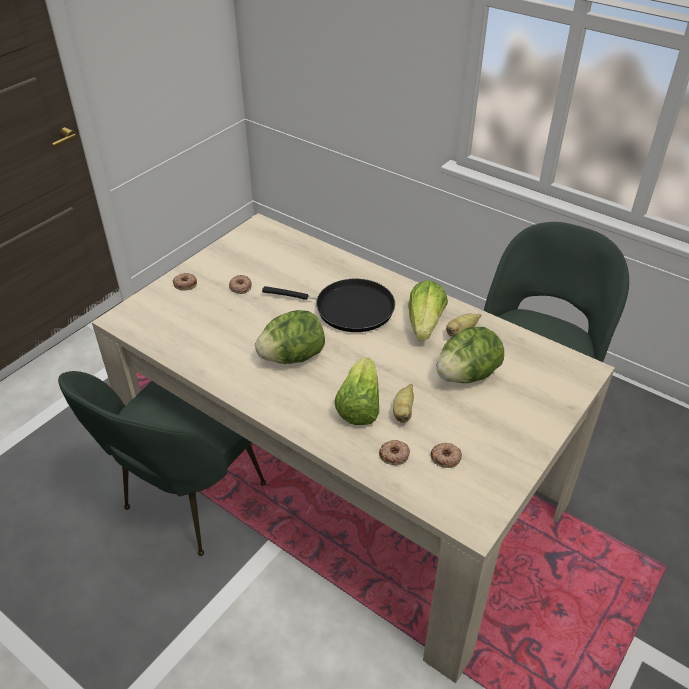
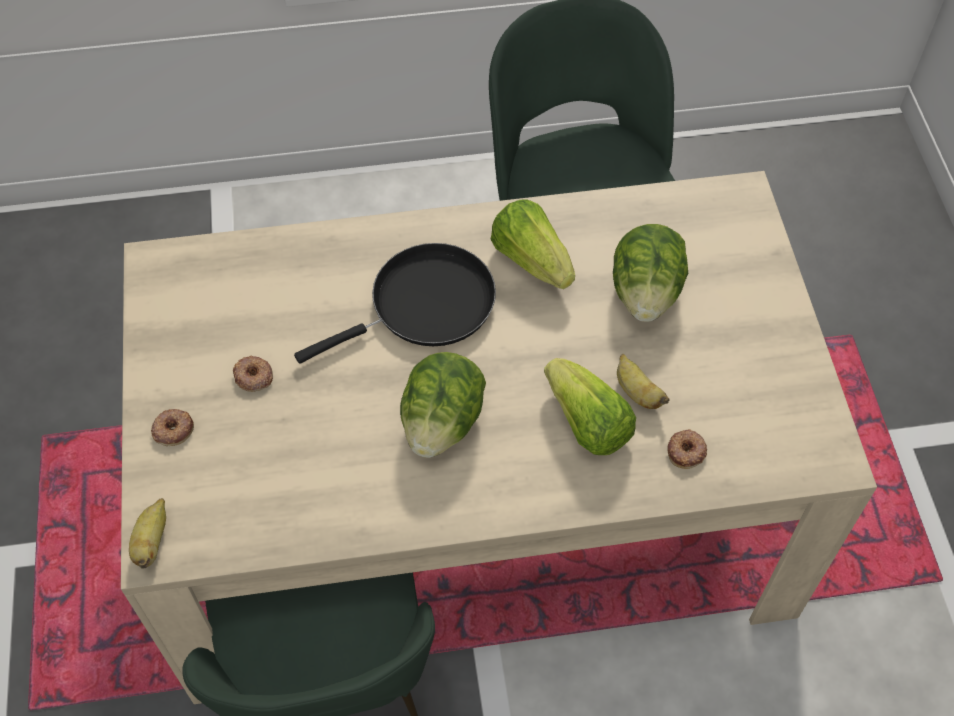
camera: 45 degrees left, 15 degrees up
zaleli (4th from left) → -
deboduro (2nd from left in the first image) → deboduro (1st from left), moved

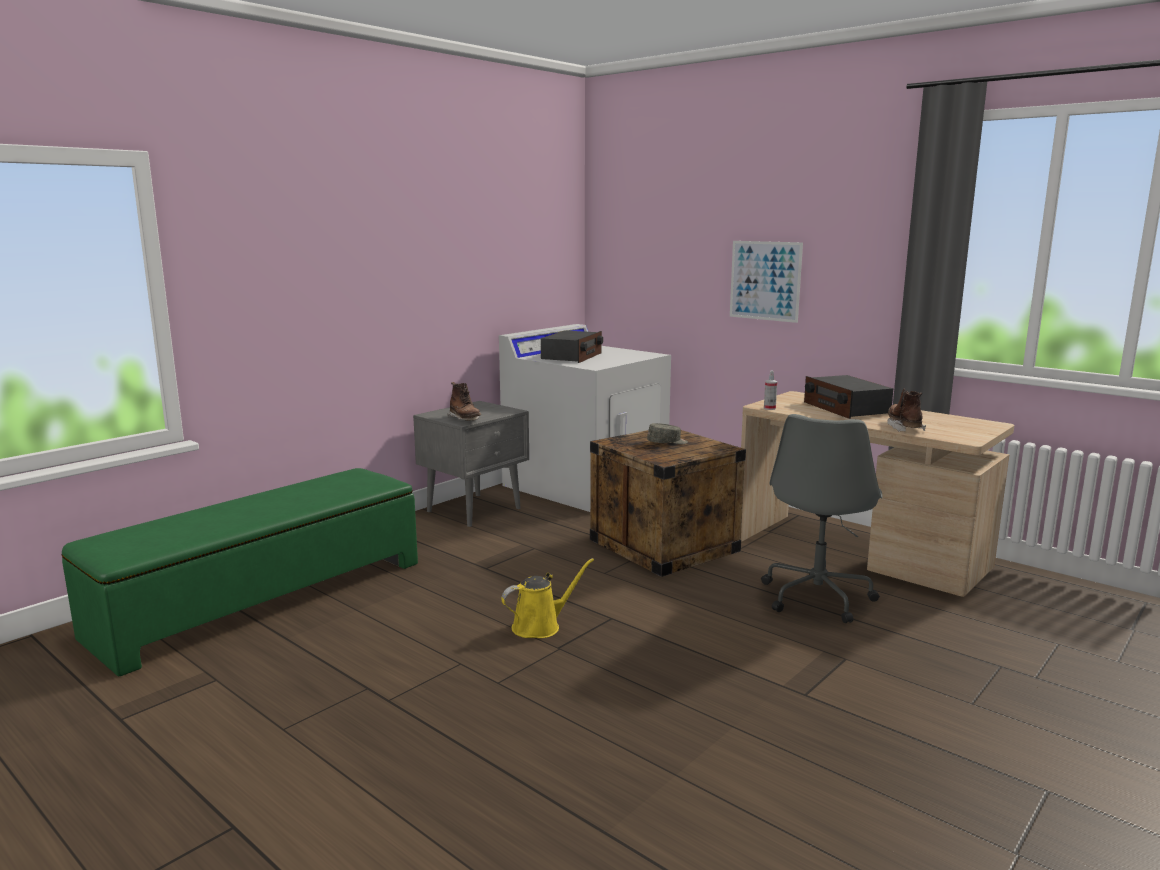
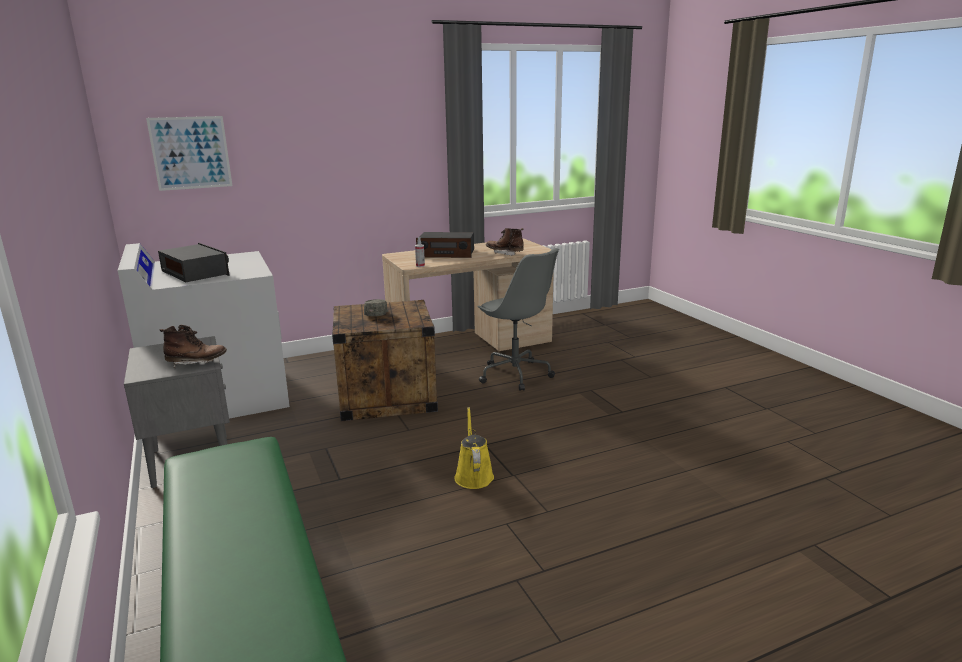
camera: 65 degrees left, 5 degrees up
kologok, moved

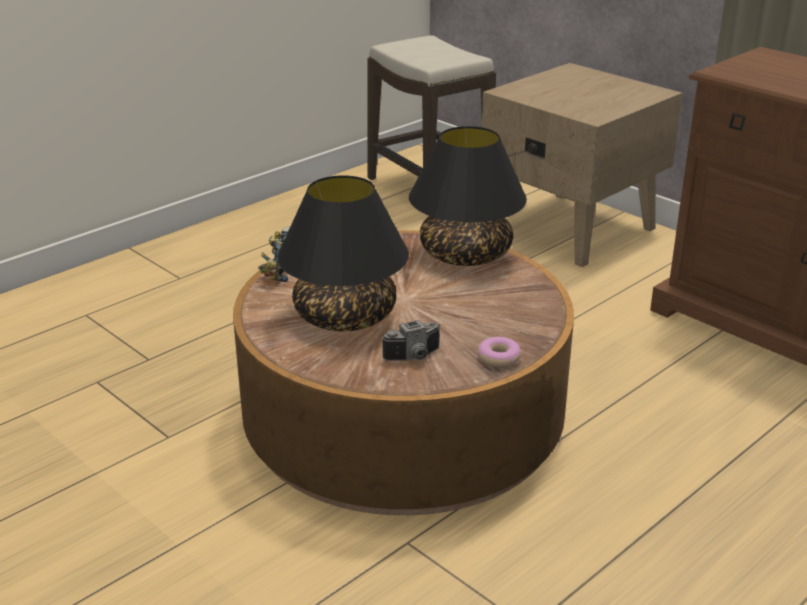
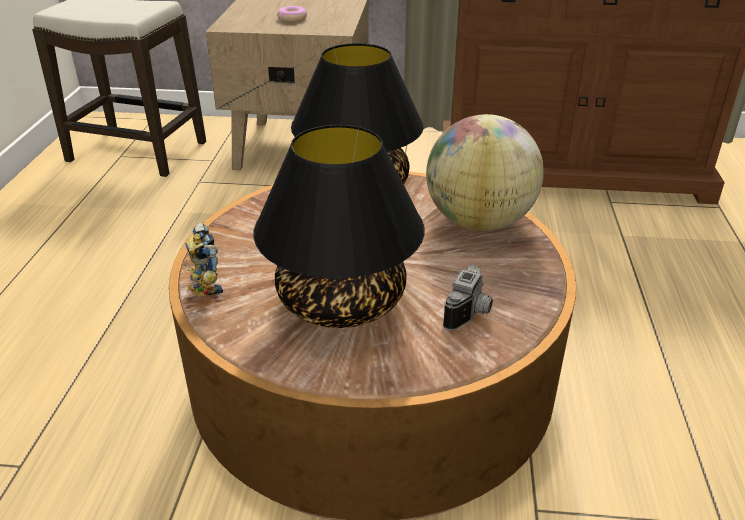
camera: 40 degrees left, 5 degrees up
- → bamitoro
zaleli, moved

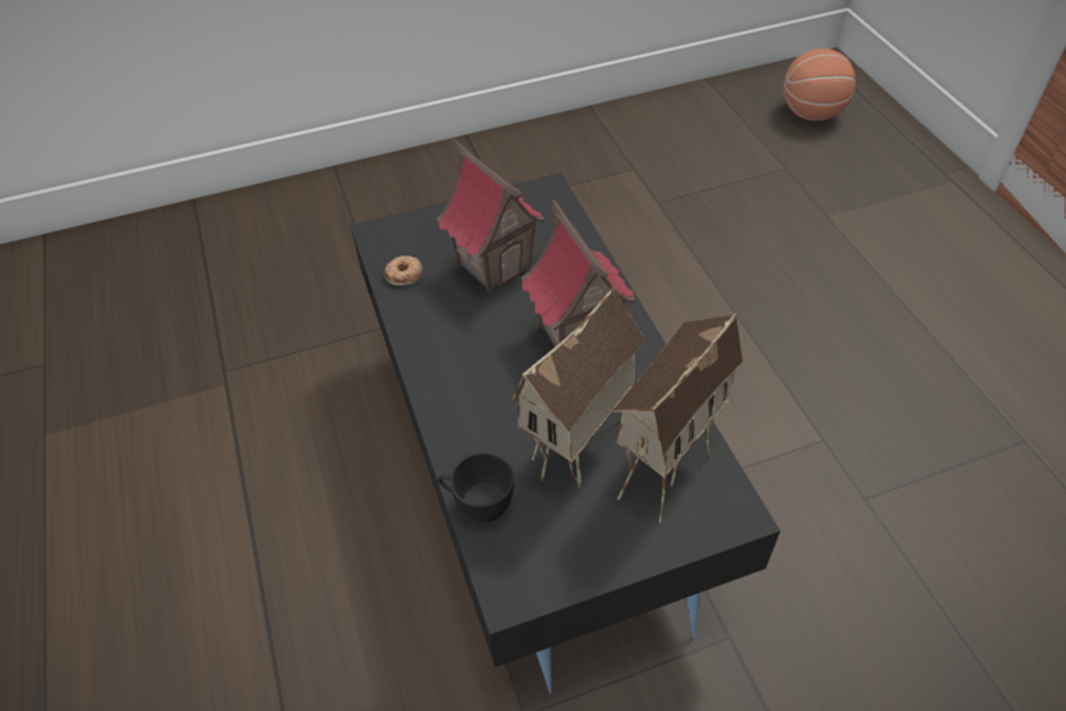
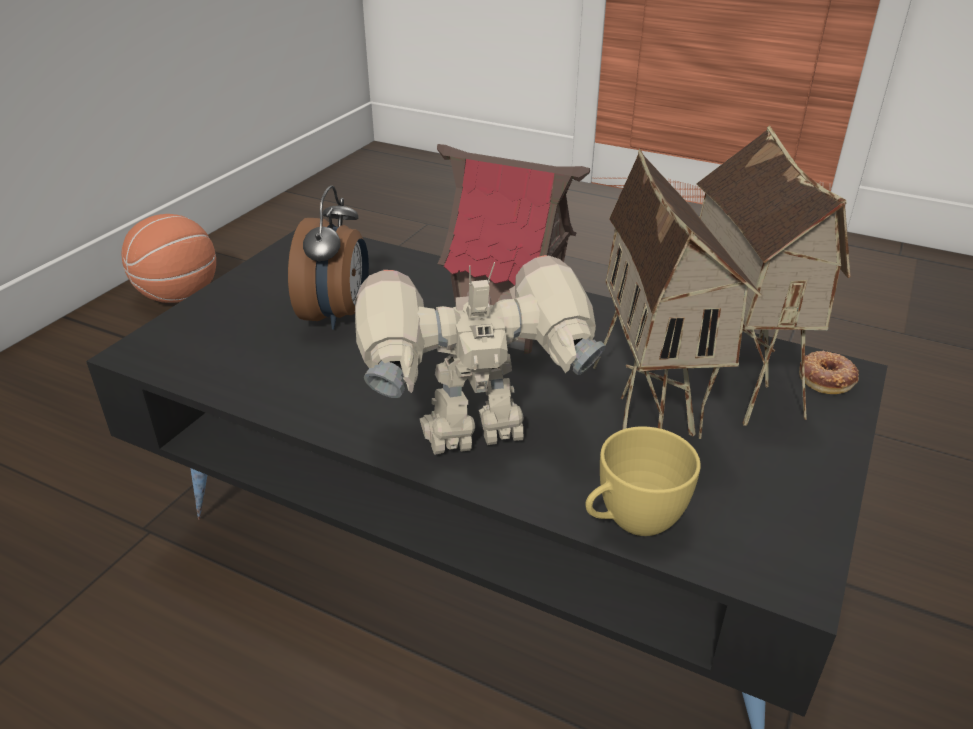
camera: 45 degrees left, 15 degrees down
- → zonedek
zaleli, moved
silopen, moved
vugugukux (1st from left) → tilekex
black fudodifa → yellow fudodifa

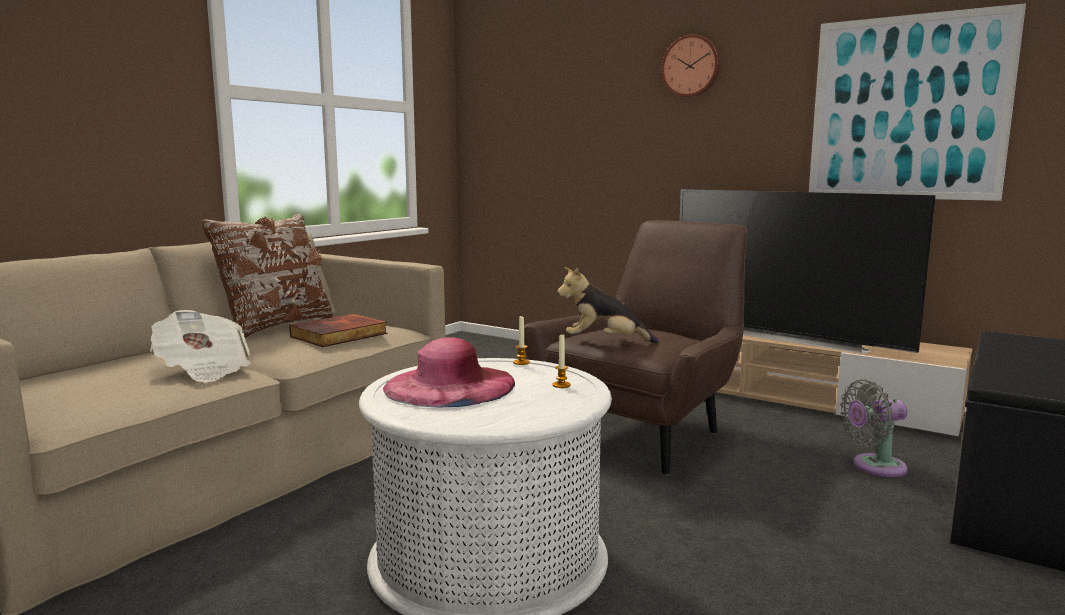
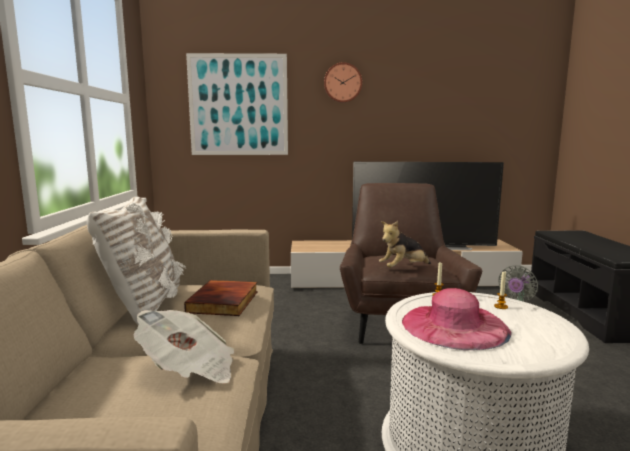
camera: 35 degrees left, 0 degrees up
kologok, moved
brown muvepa → white muvepa

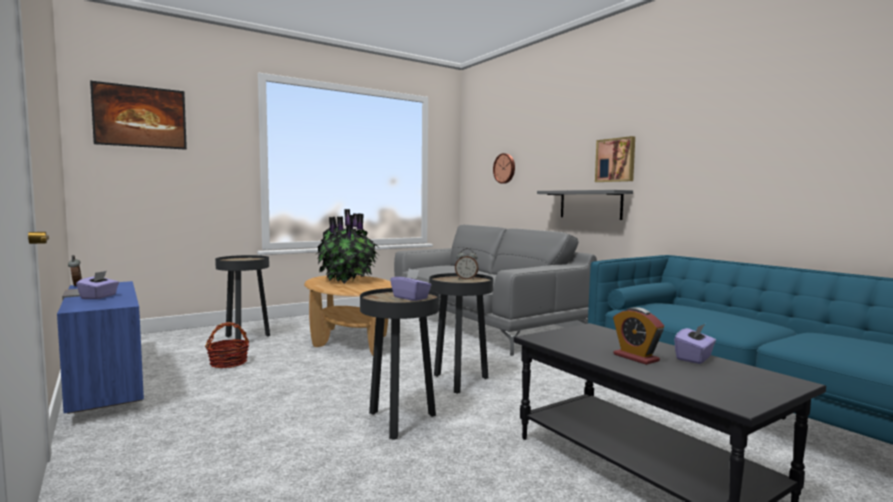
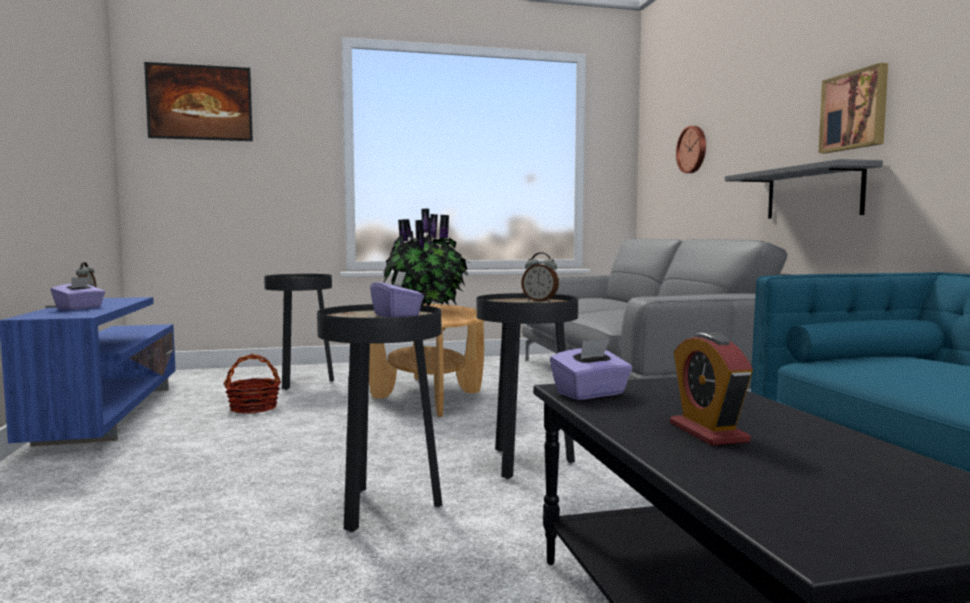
camera: 20 degrees right, 0 degrees up
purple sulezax (3rd from left), moved

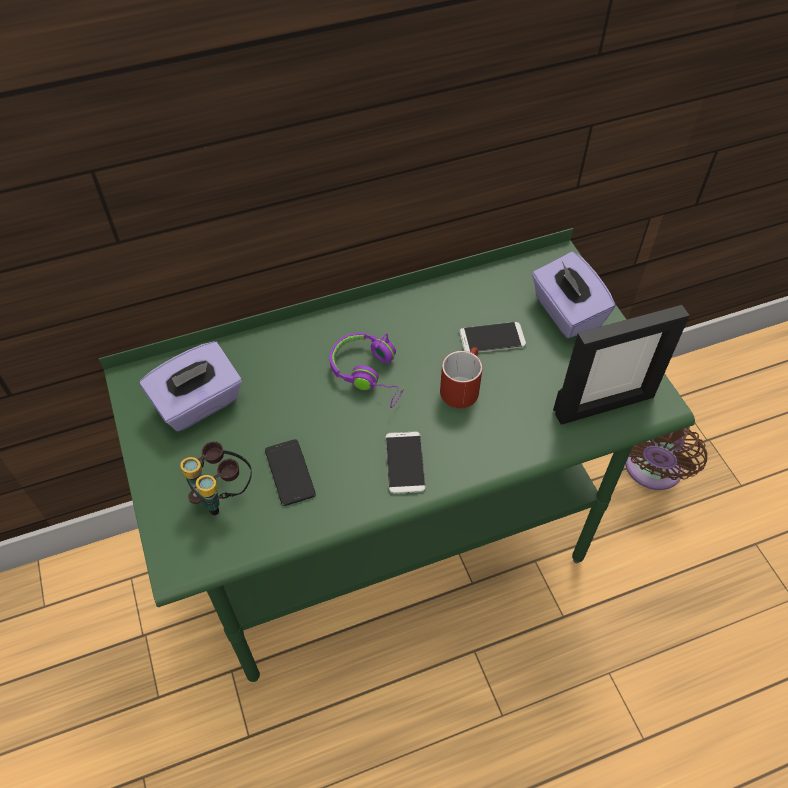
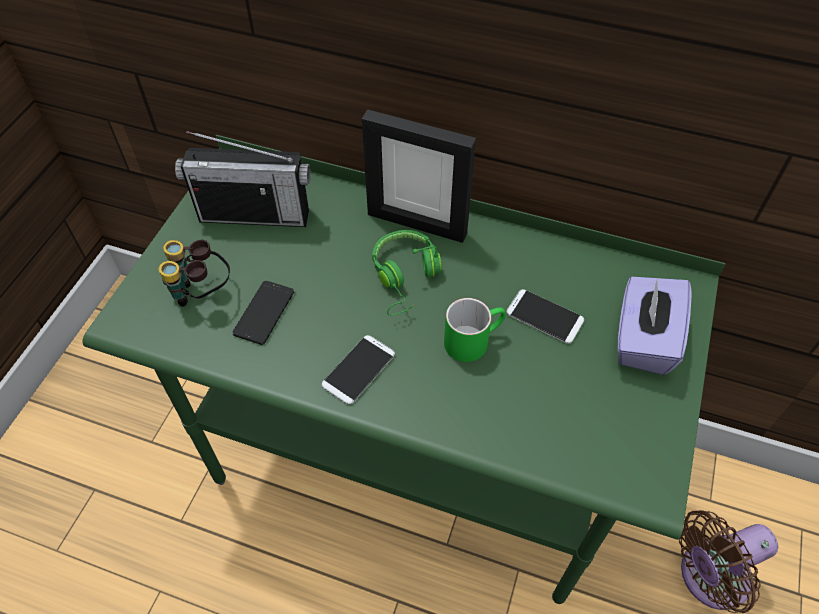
camera: 40 degrees right, 0 degrees up
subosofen, moved
purple sulezax (1st from left) → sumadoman
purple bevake → green bevake
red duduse → green duduse

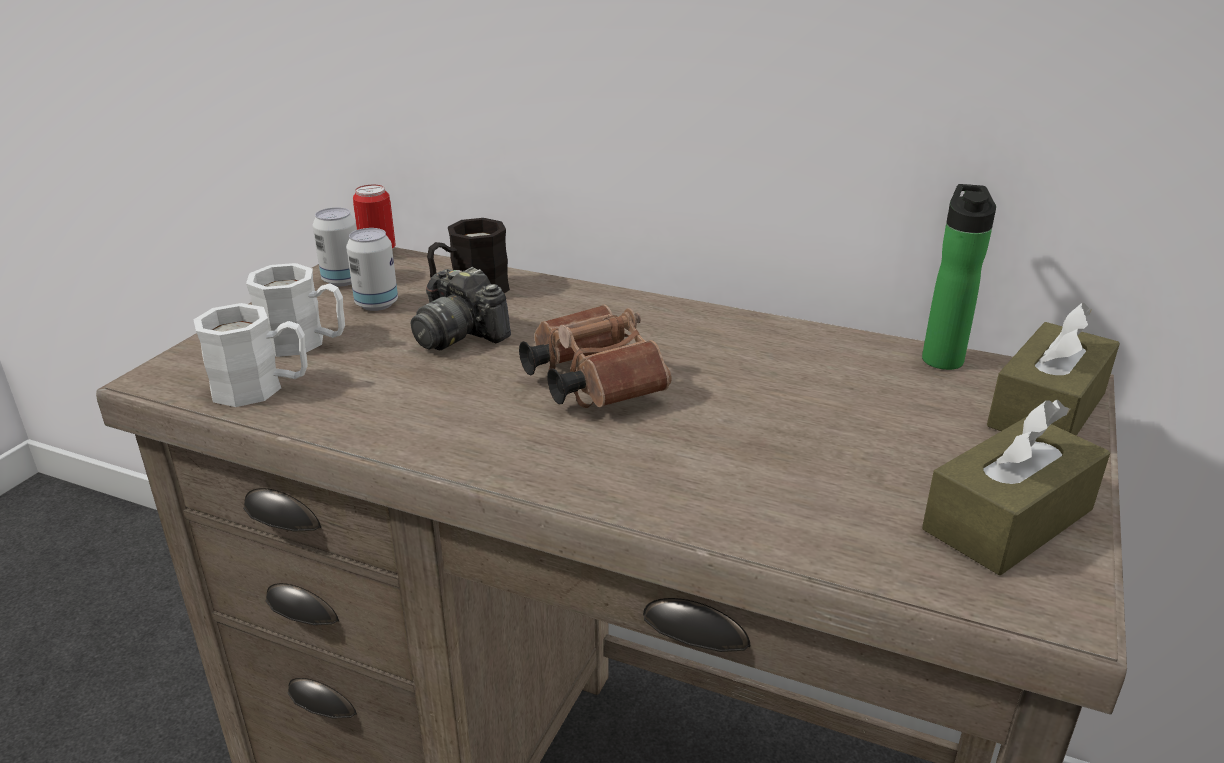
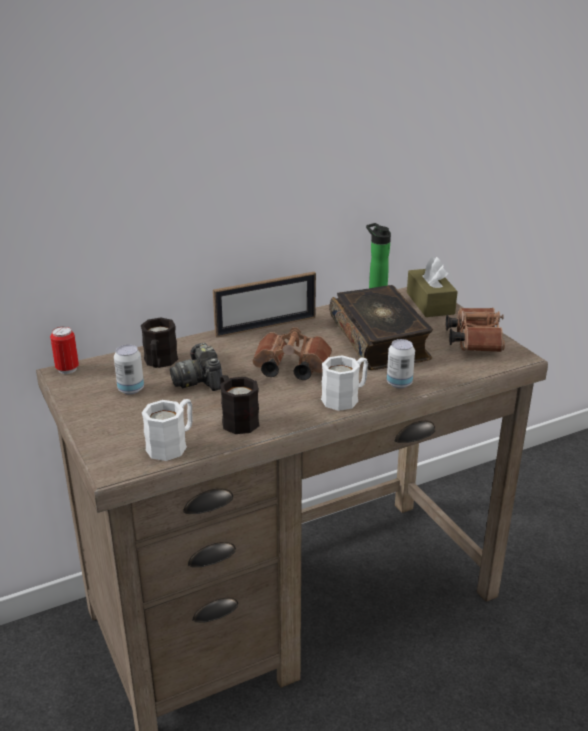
camera: 50 degrees left, 0 degrees up
- → subosofen
- → black duduse (2nd from left)
- → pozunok
white duduse (2nd from left), moved
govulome (1st from left in the first image) → govulome (3rd from left), moved
brown sulezax (1st from left) → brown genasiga (2nd from left)
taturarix, 75 degrees clockwise

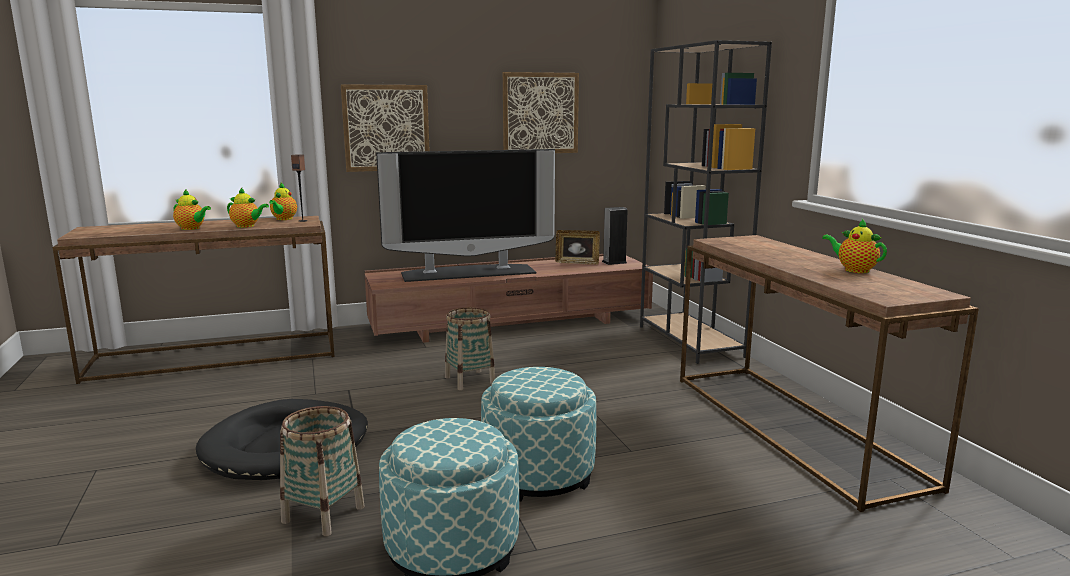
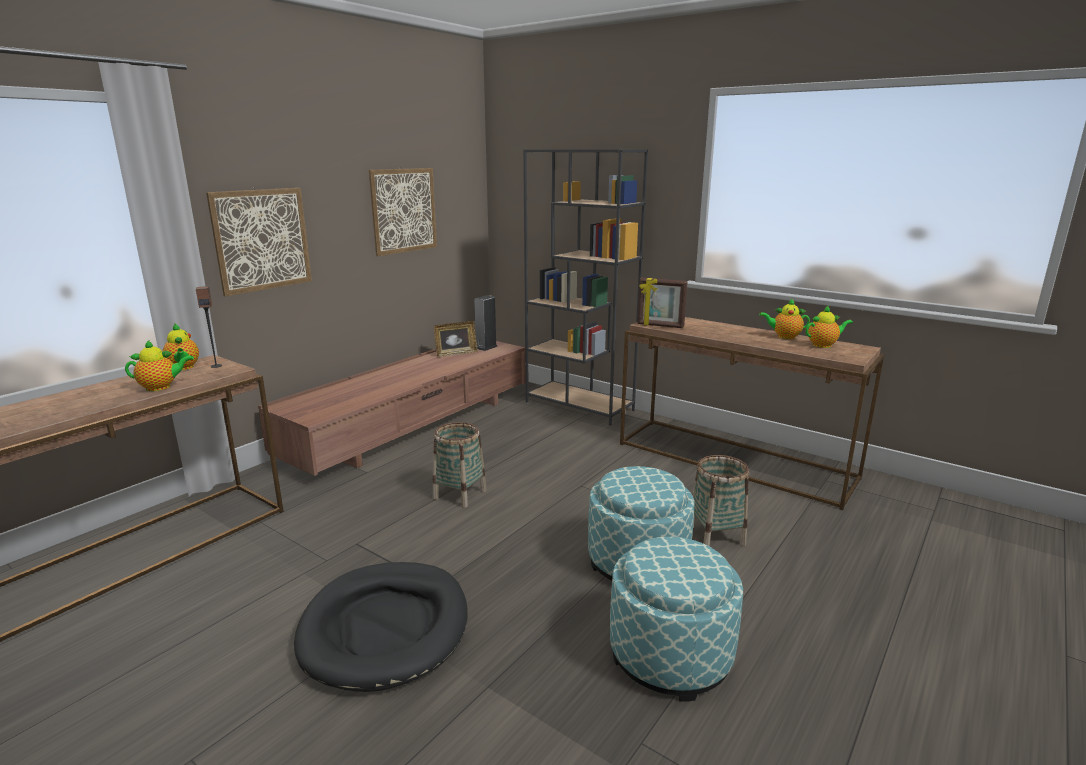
camera: 35 degrees left, 5 degrees up
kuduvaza → -
- → subosofen (2nd from left)
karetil (1st from left in the first image) → karetil (4th from left), moved
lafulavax (1st from left in the first image) → lafulavax (2nd from left), moved

